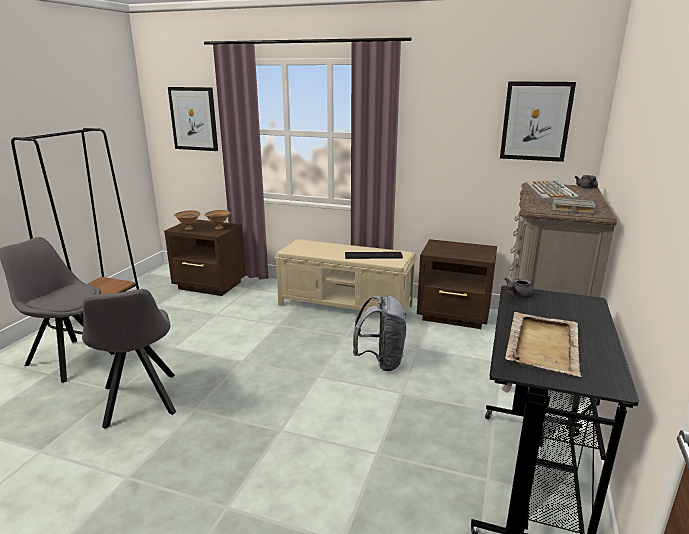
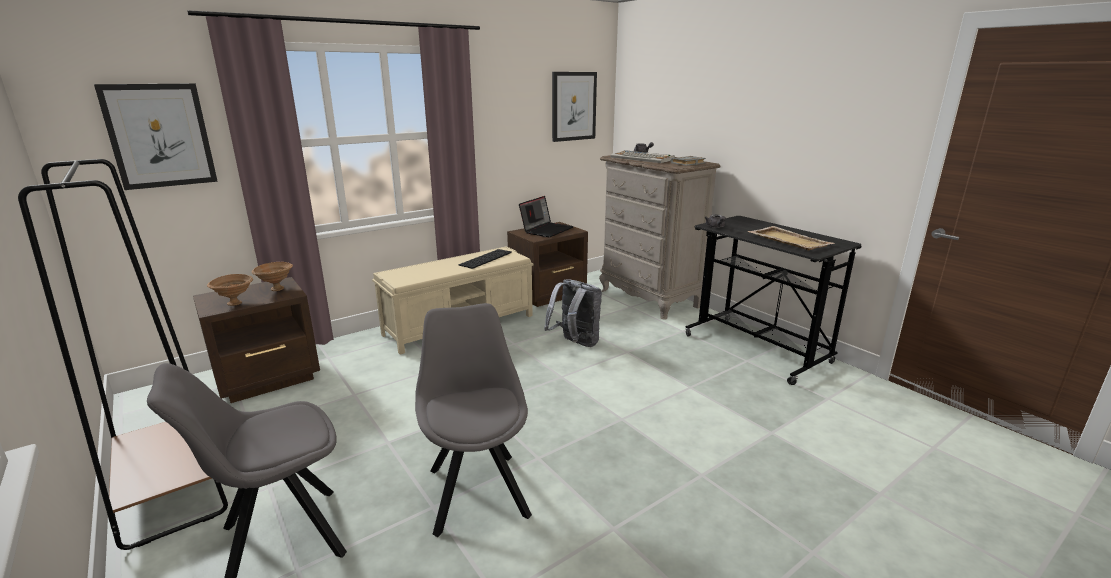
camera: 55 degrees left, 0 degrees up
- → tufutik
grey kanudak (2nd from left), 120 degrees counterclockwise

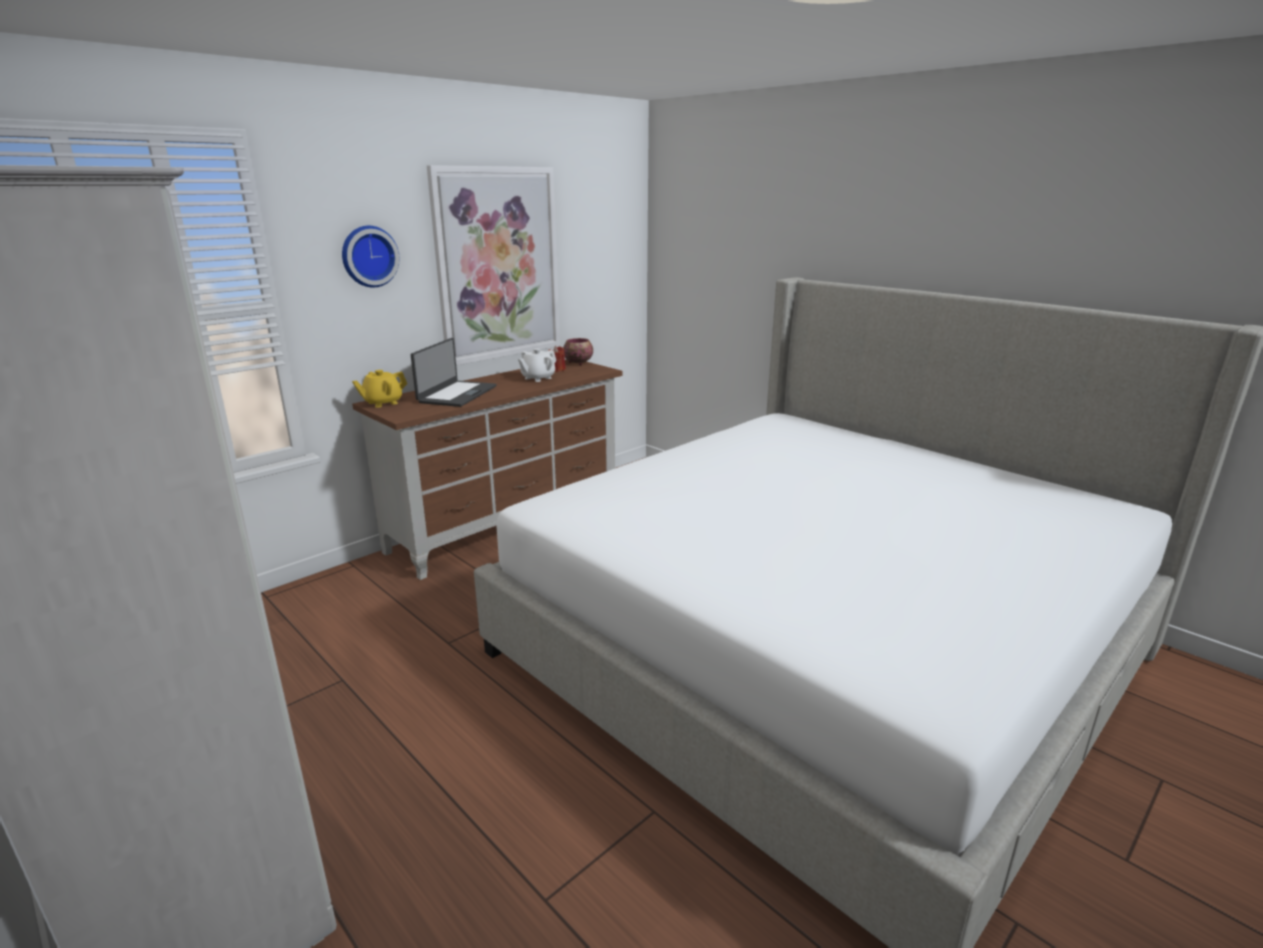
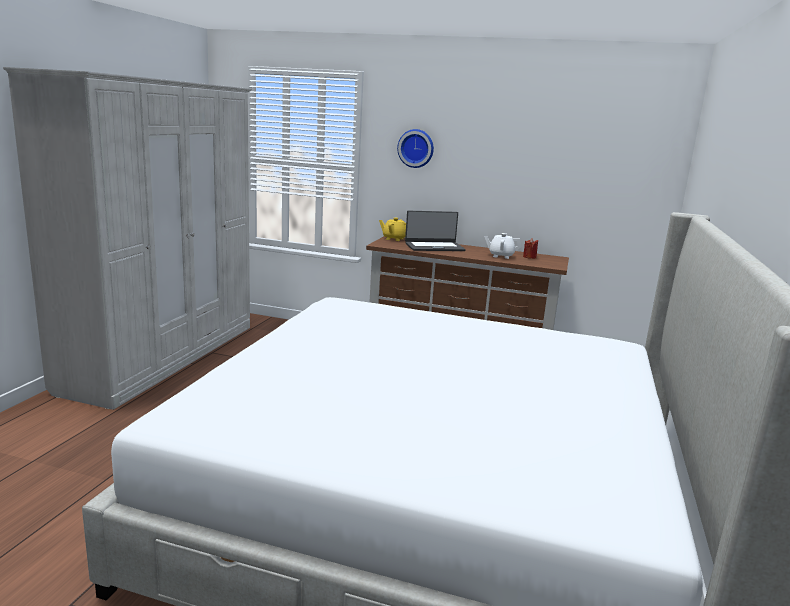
camera: 60 degrees right, 5 degrees down
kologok → -
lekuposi → -

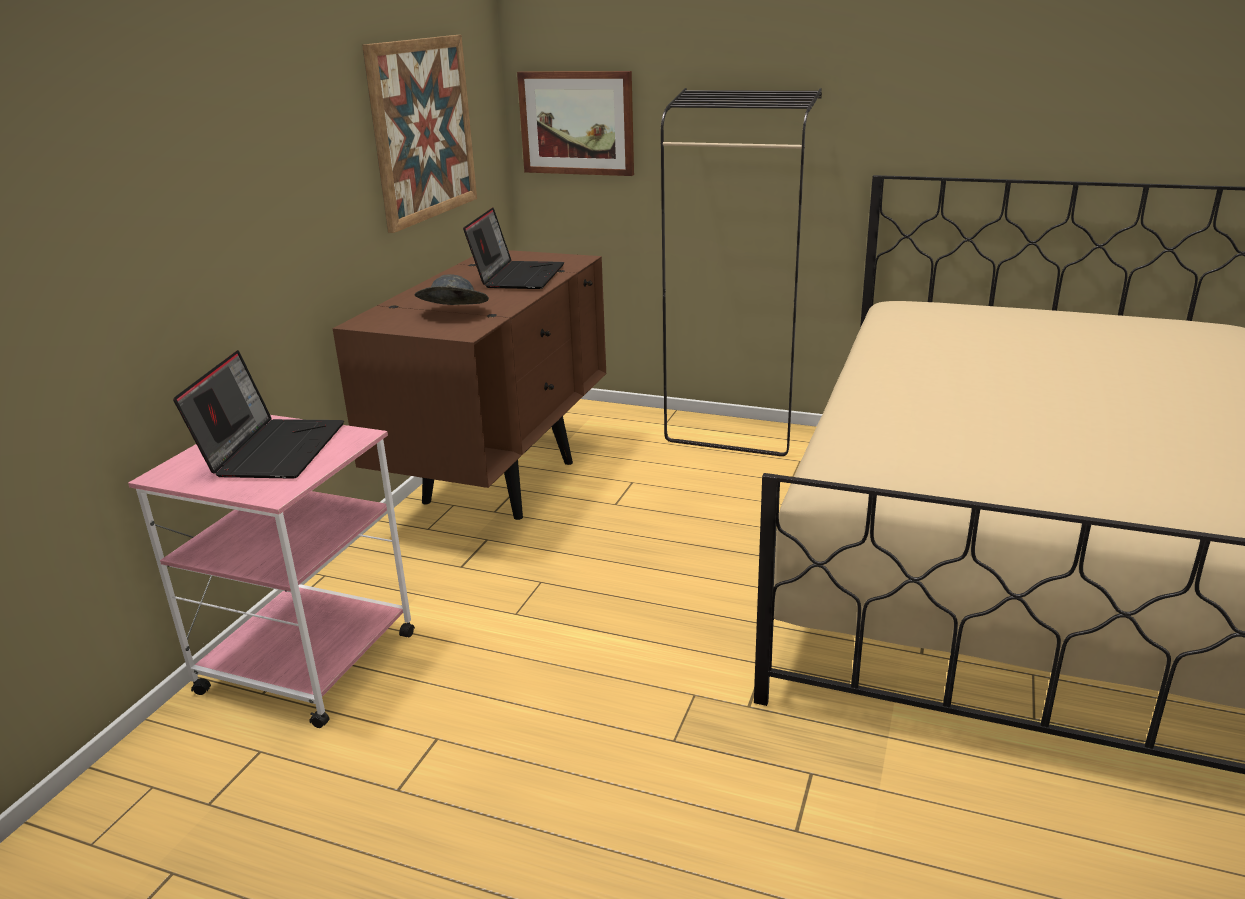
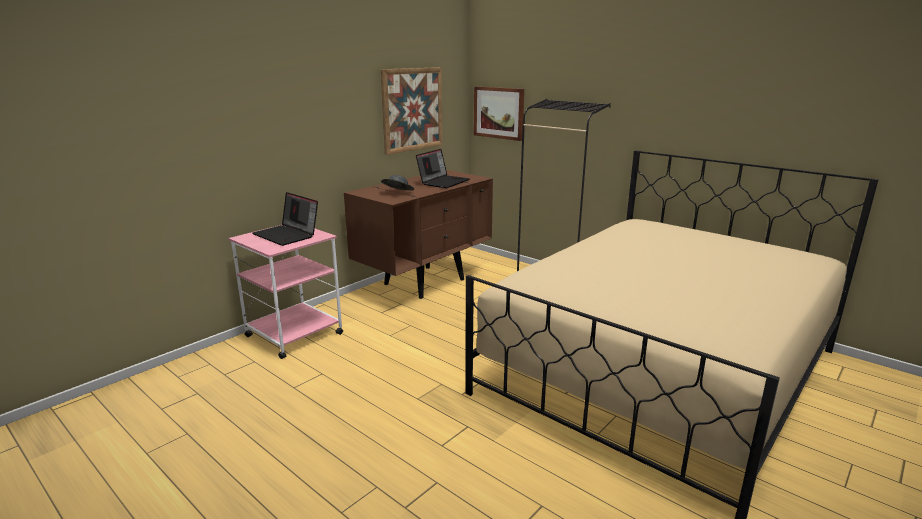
camera: 20 degrees right, 5 degrees down
tufutik (1st from left), 105 degrees clockwise

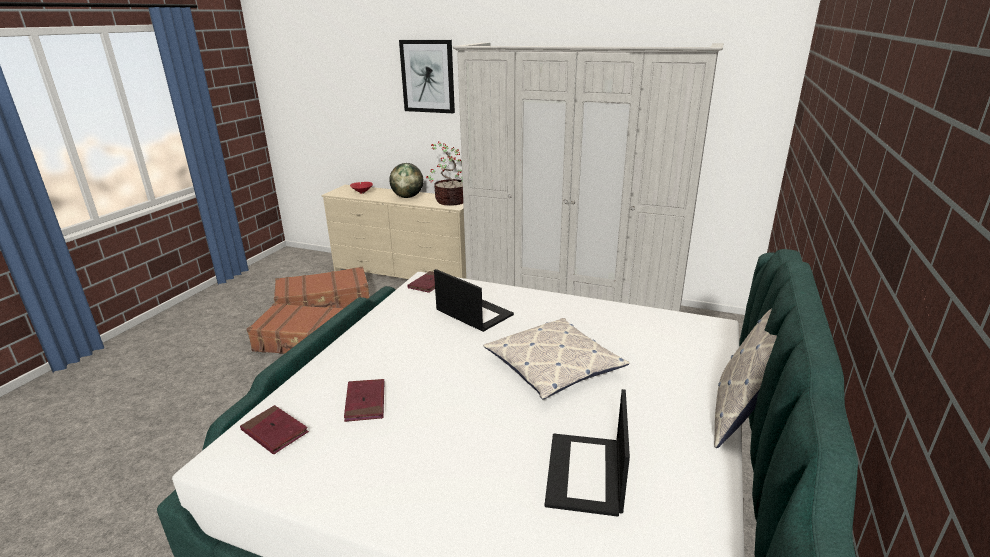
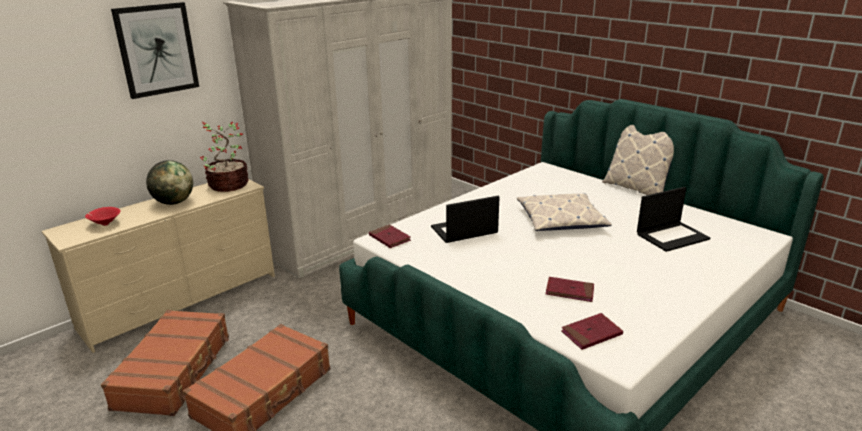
camera: 65 degrees left, 0 degrees up
tufutik (2nd from left), 60 degrees counterclockwise

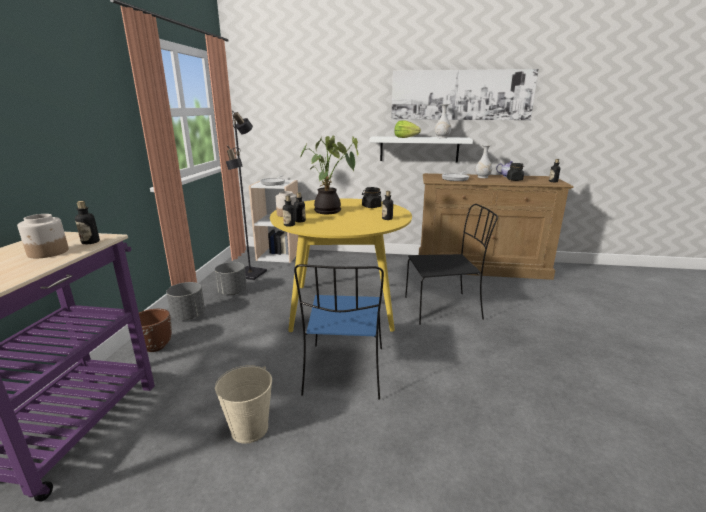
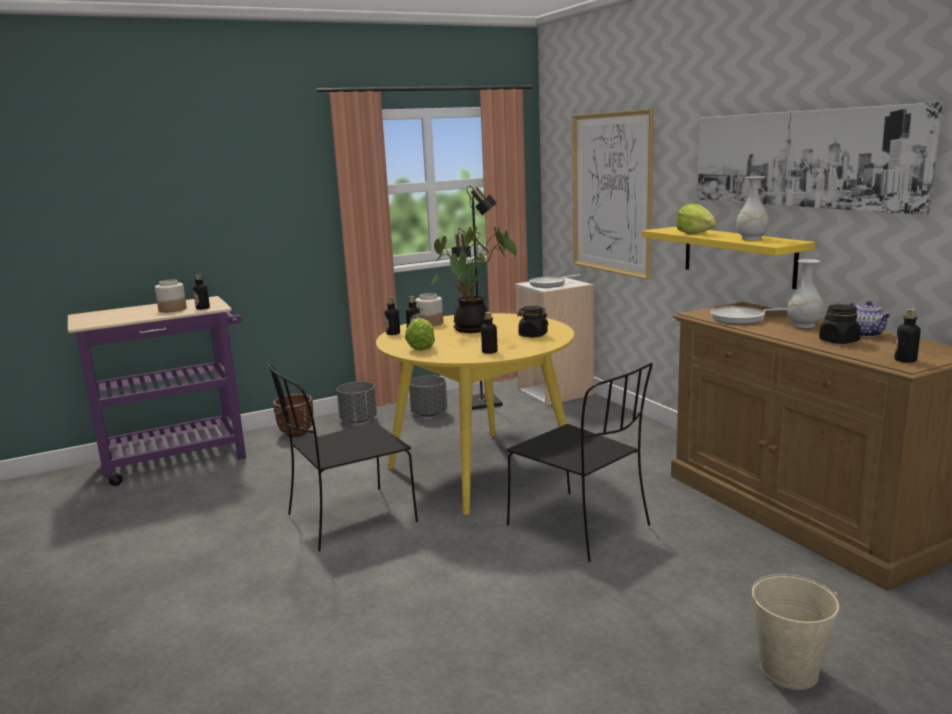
camera: 55 degrees right, 5 degrees down
- → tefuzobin (1st from left)
- → kologok (1st from left)
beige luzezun, moved
blue kanudak → black kanudak (1st from left)
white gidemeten → yellow gidemeten

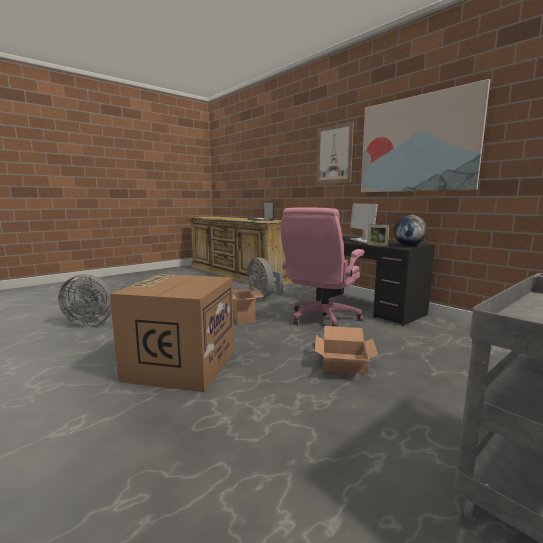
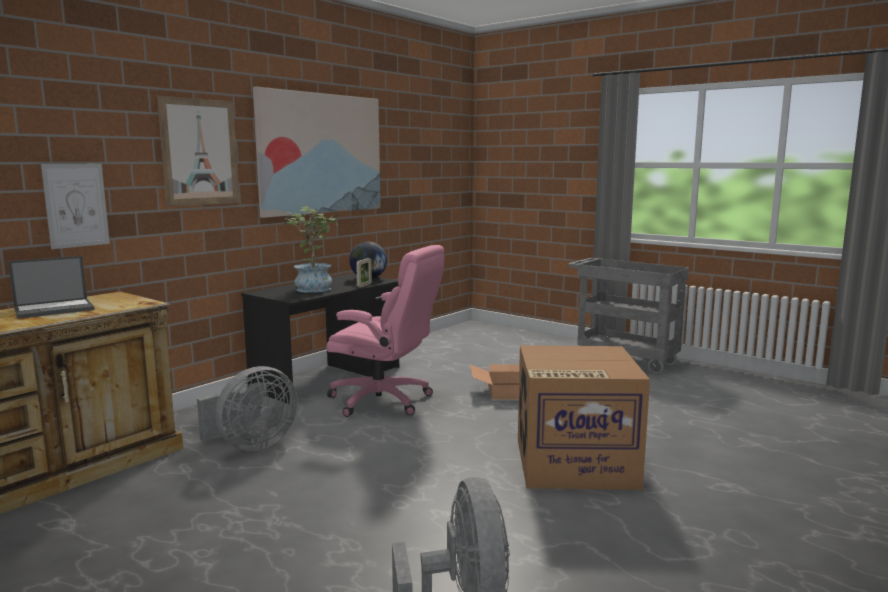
camera: 100 degrees left, 0 degrees up
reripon (2nd from left) → -
- → kologok (1st from left)
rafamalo → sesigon

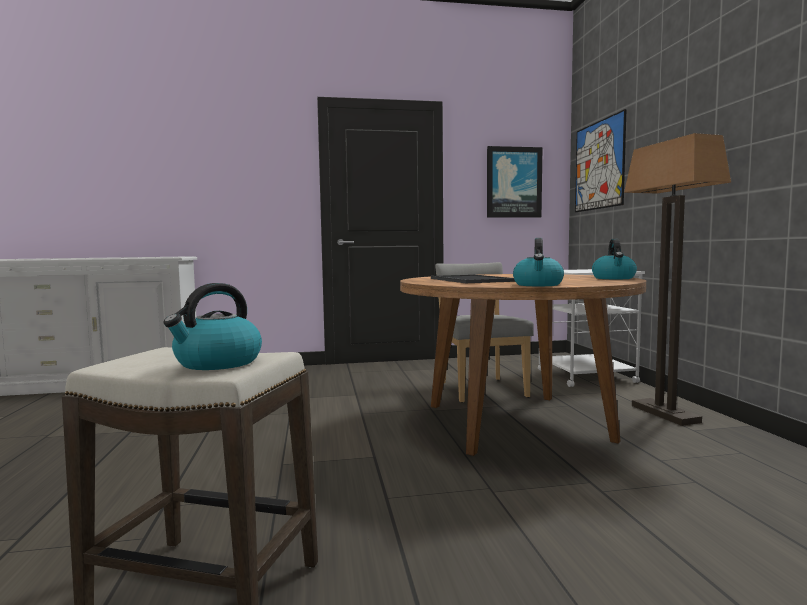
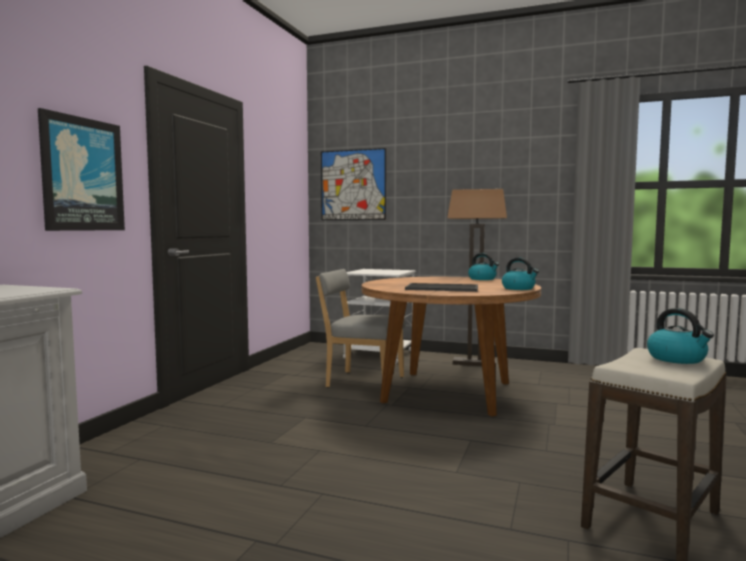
camera: 60 degrees left, 0 degrees up
kologok (1st from left), moved

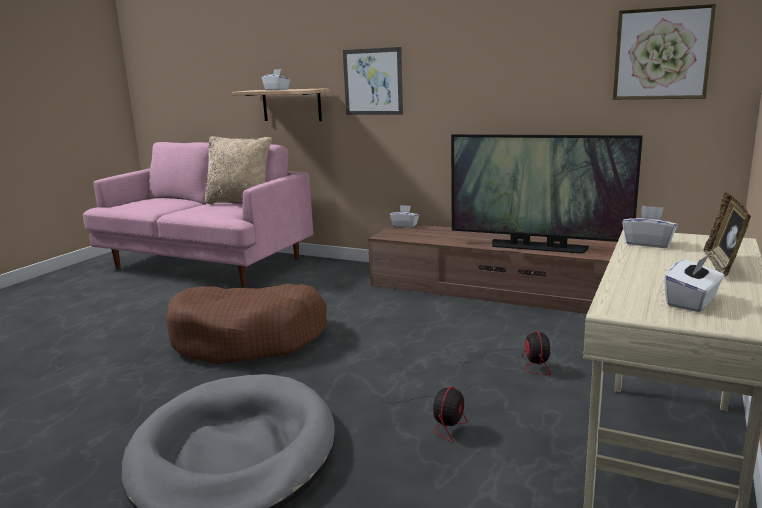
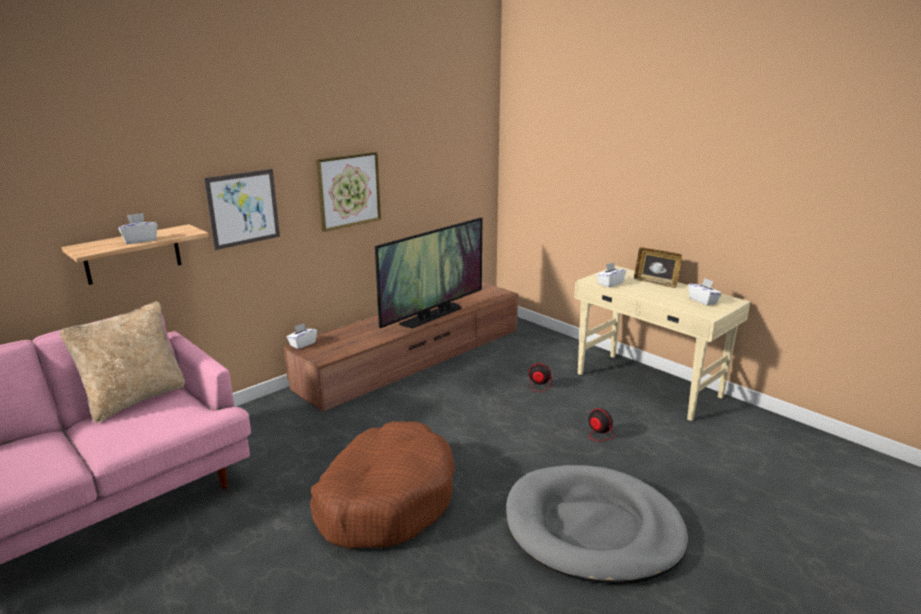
camera: 70 degrees left, 5 degrees up
kologok (2nd from left), moved

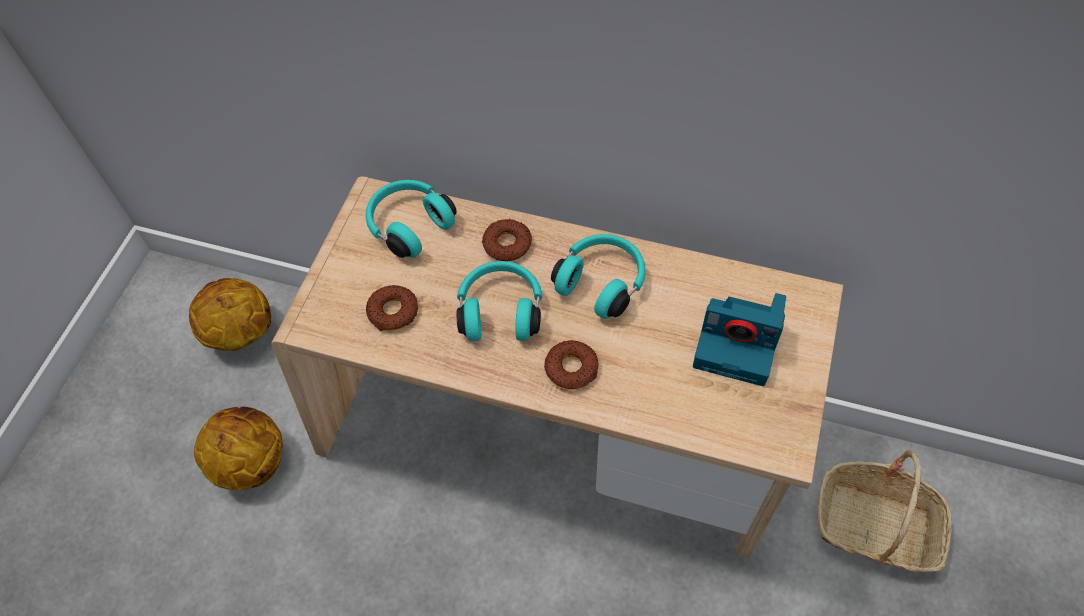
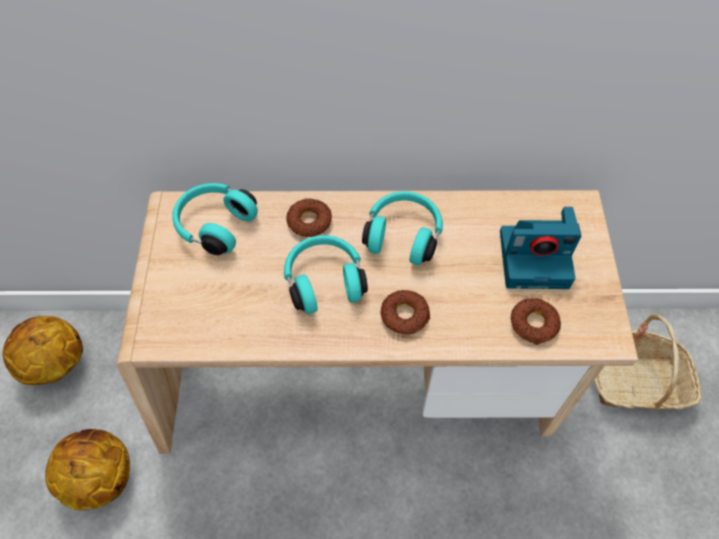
camera: 20 degrees left, 0 degrees up
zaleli (1st from left in the first image) → zaleli (3rd from left), moved

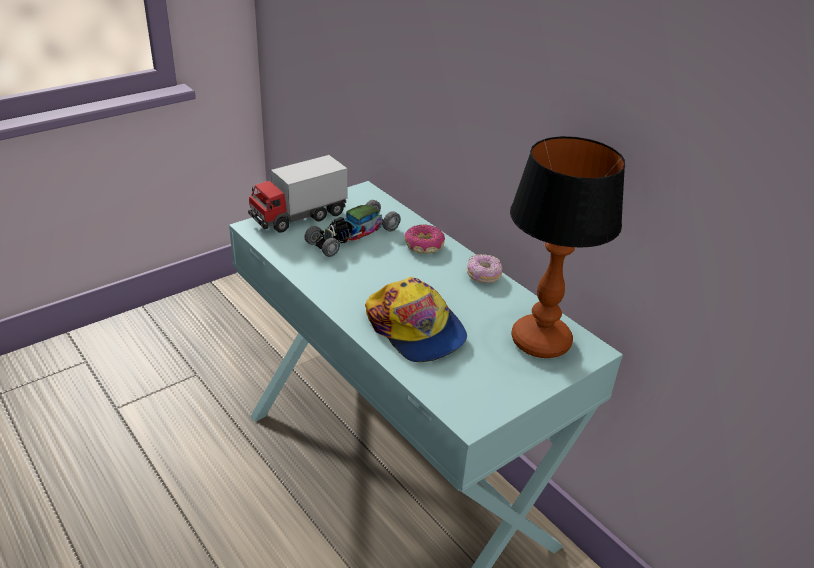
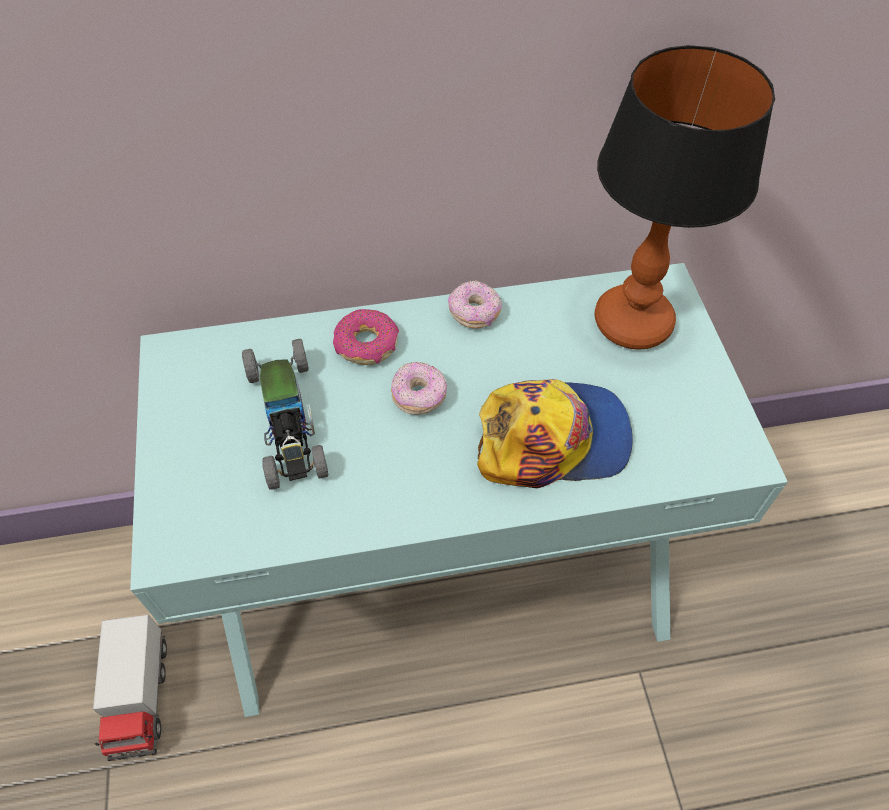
camera: 60 degrees left, 20 degrees up
- → zaleli (2nd from left)
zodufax, moved

